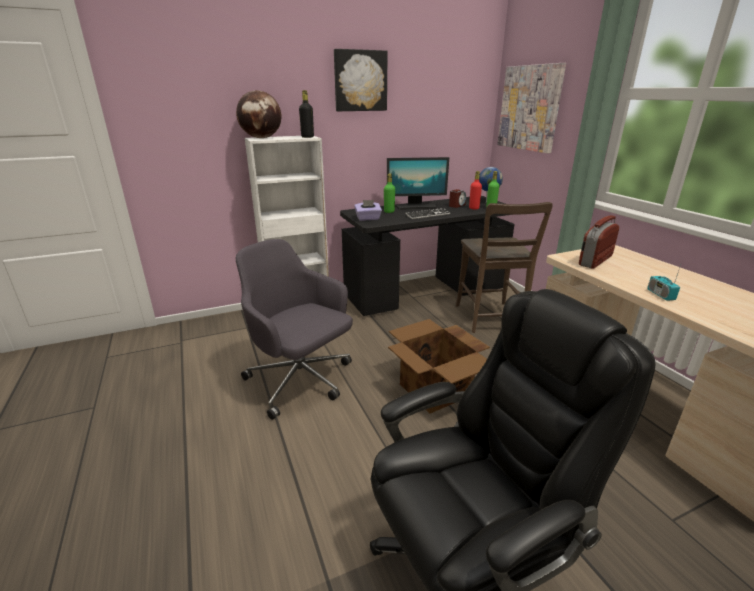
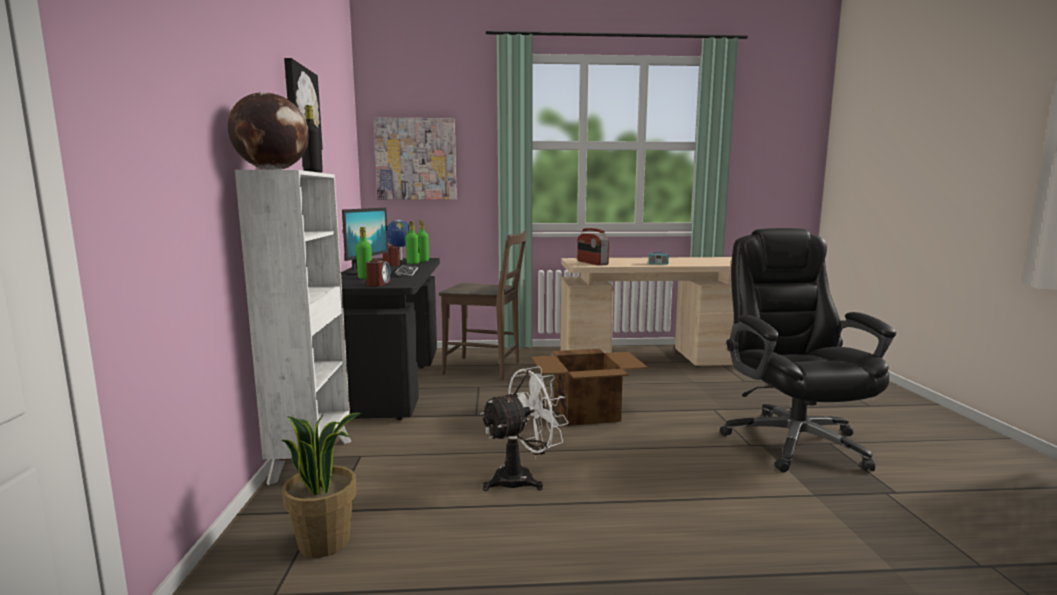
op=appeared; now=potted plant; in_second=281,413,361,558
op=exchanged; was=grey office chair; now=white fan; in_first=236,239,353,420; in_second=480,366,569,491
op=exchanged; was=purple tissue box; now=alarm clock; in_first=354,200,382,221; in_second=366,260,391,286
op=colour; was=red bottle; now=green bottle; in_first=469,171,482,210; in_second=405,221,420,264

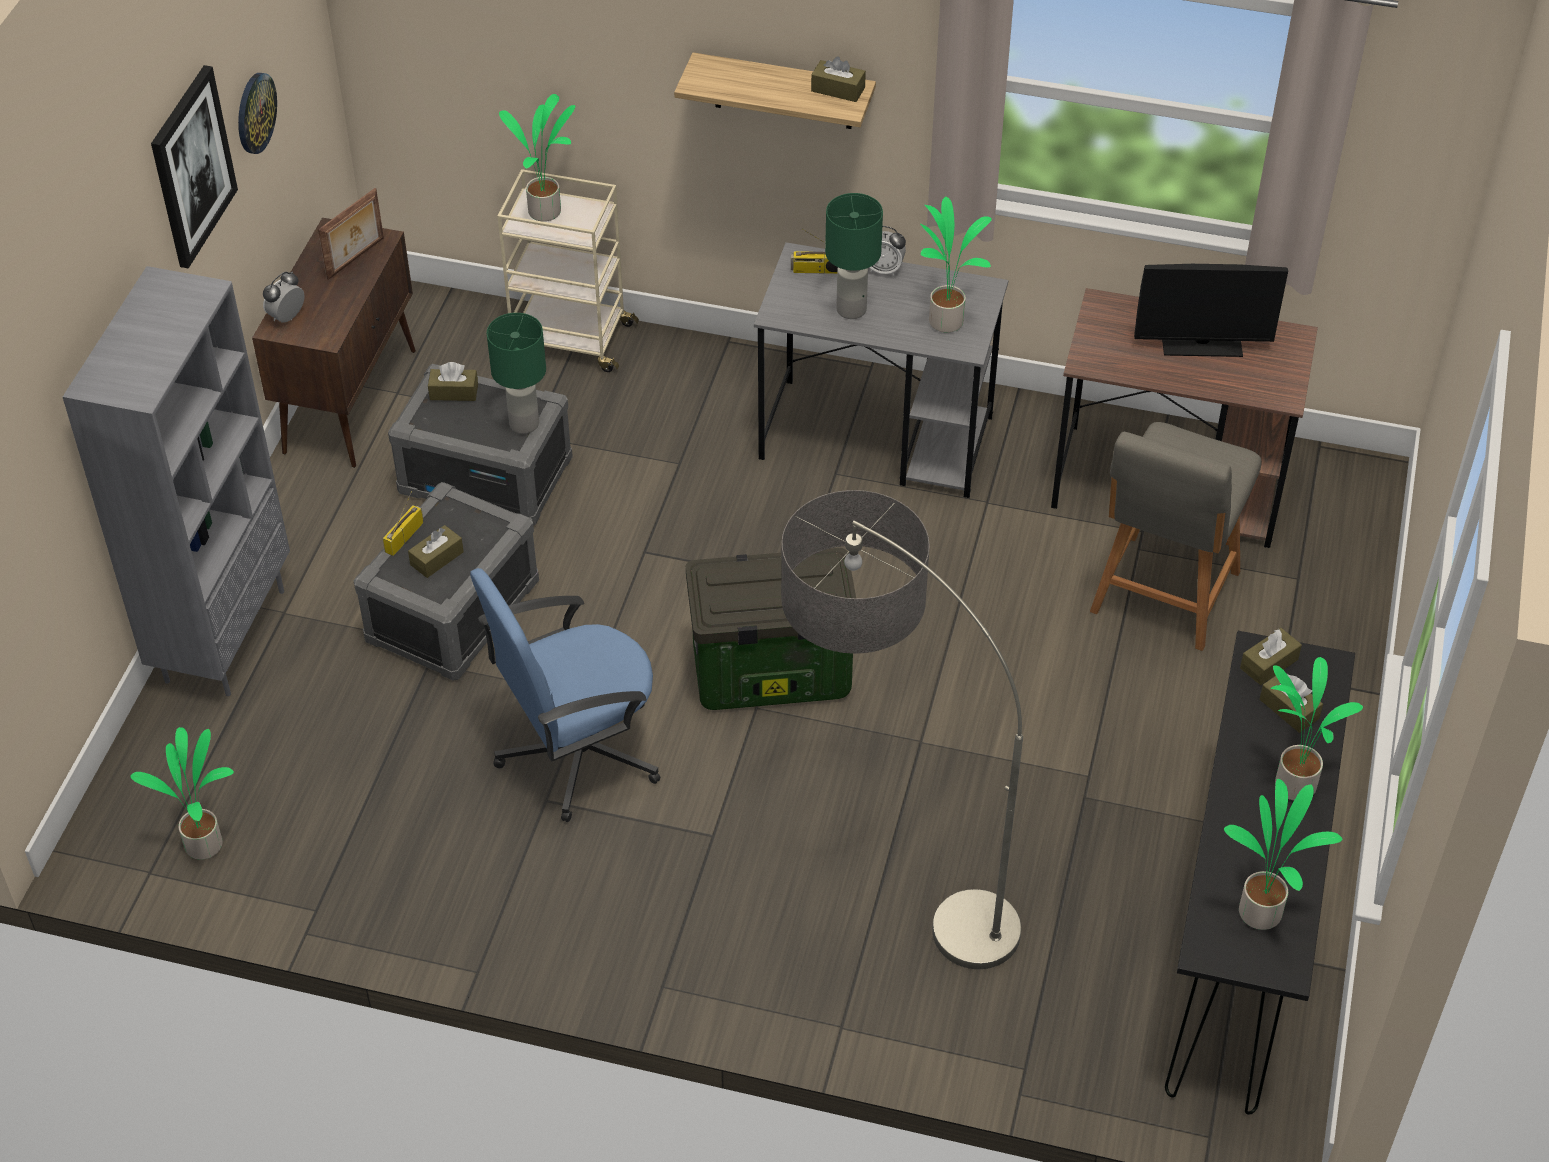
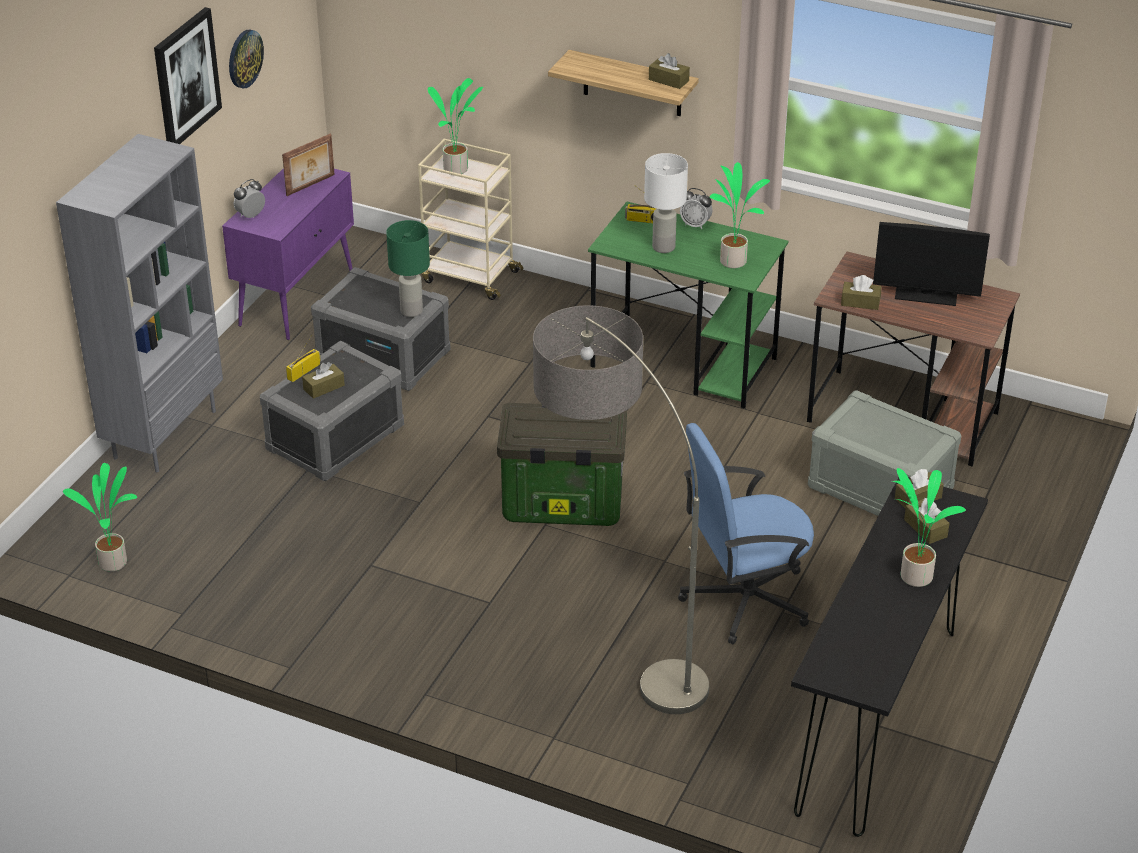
op=missing; was=potted plant; in_first=1224,779,1343,930
op=relocated; was=brown tissue box; in_first=428,362,478,401; in_second=841,275,881,310
op=relocated; was=blue office chair; in_first=470,568,660,822; in_second=678,423,814,644
op=exchanged; was=grey chair; now=grey storage box; in_first=1090,422,1262,651; in_second=808,390,961,516
op=colour; was=brown cabinet; now=purple cabinet; in_first=252,218,416,468; in_second=222,168,354,340
op=colour; was=grey desk; now=green desk; in_first=754,242,1008,498; in_second=588,202,788,409
op=colour; was=green table lamp; now=white table lamp; in_first=825,193,883,319; in_second=644,153,688,253

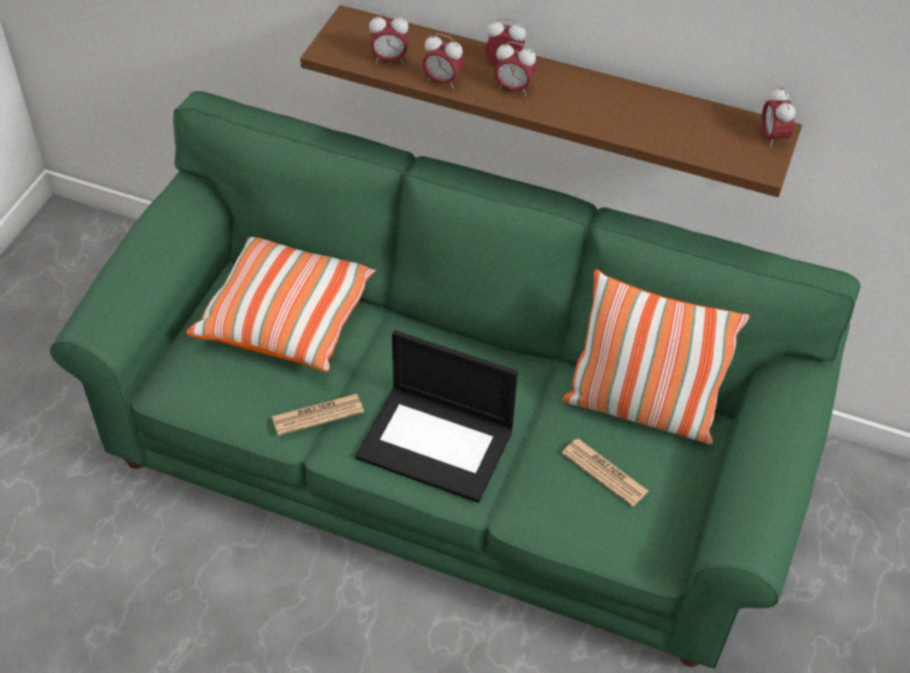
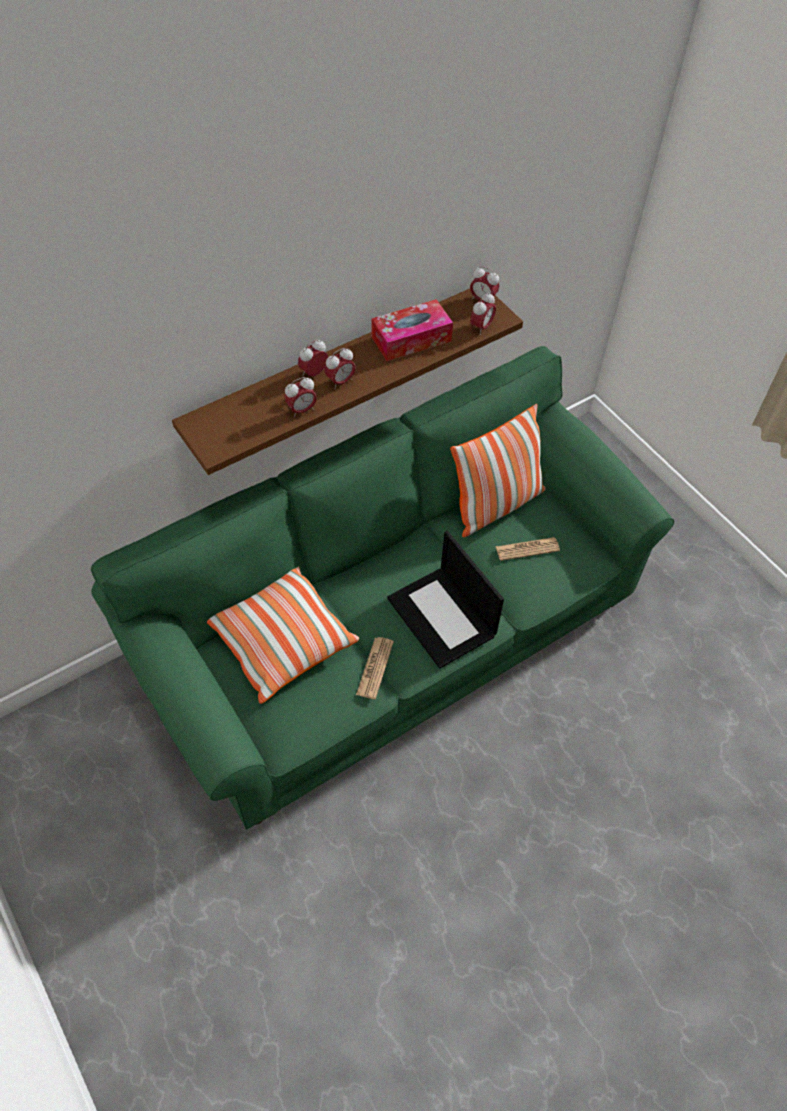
op=appeared; now=tissue box; in_second=372,299,453,361
op=relocated; was=alarm clock; in_first=369,13,409,64; in_second=470,292,496,335
op=spun; was=laptop; in_first=356,330,518,503; in_second=387,531,504,669; clockwise=90

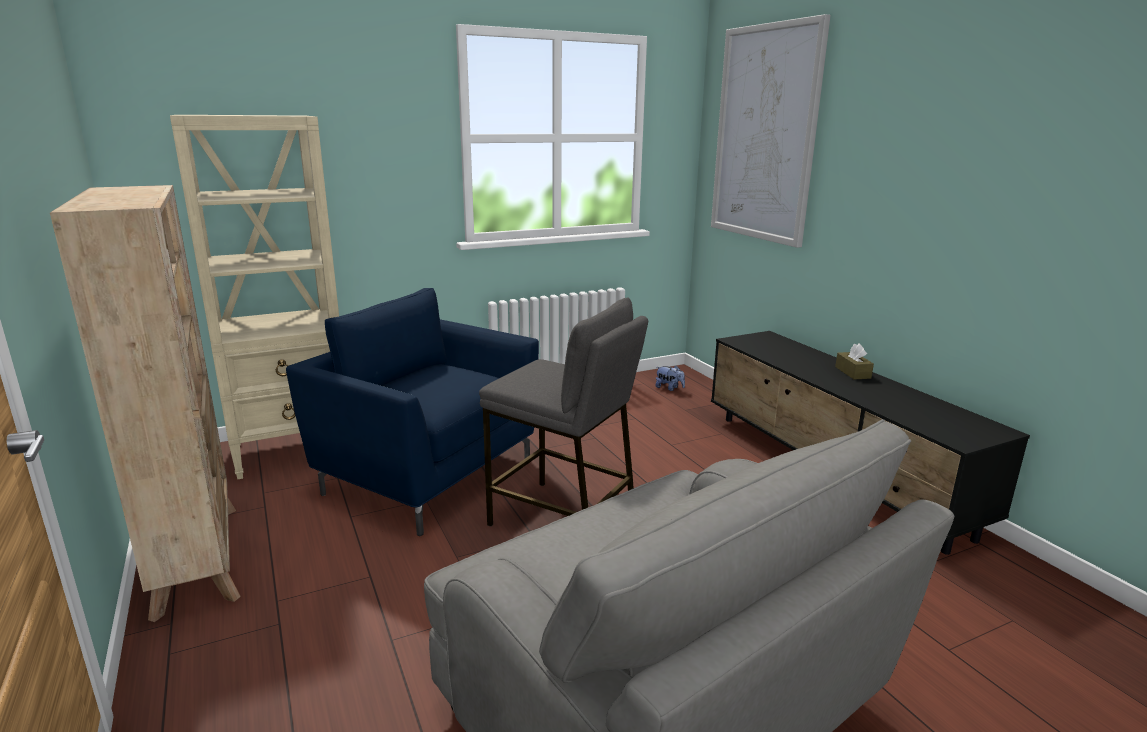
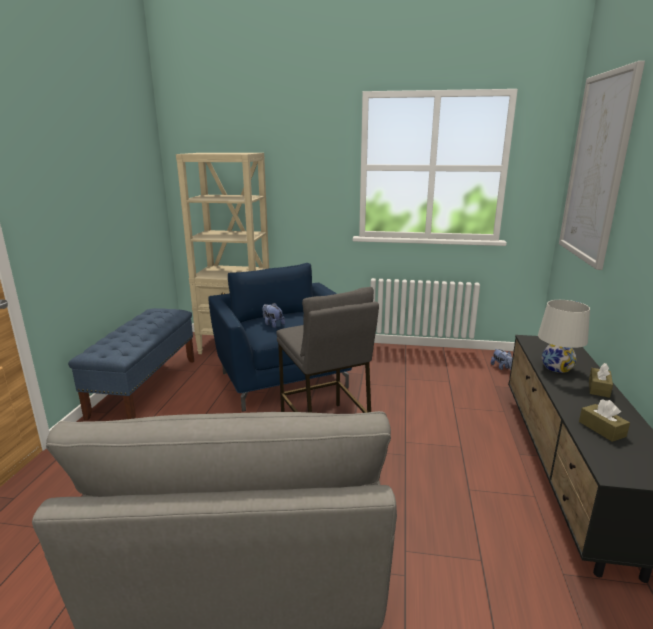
op=appeared; now=plush toy; in_second=262,303,285,328
op=appeared; now=white table lamp; in_second=538,300,590,373
op=appeared; now=brown tissue box; in_second=579,400,630,442
op=exchanged; was=beige bookcase; now=blue bench; in_first=50,185,241,622; in_second=68,308,194,421

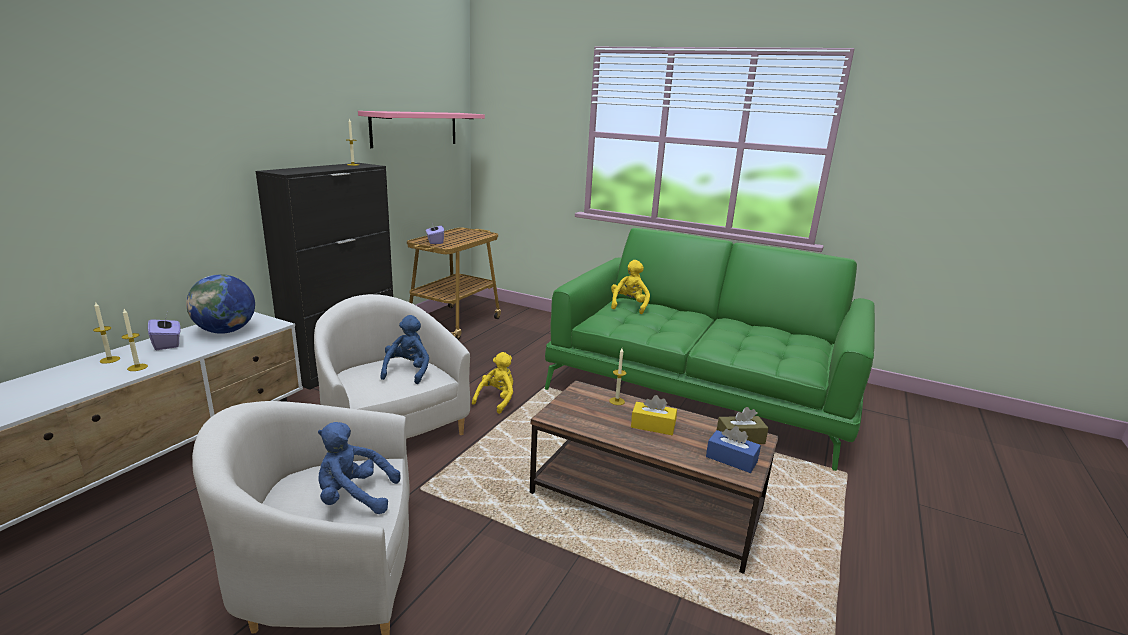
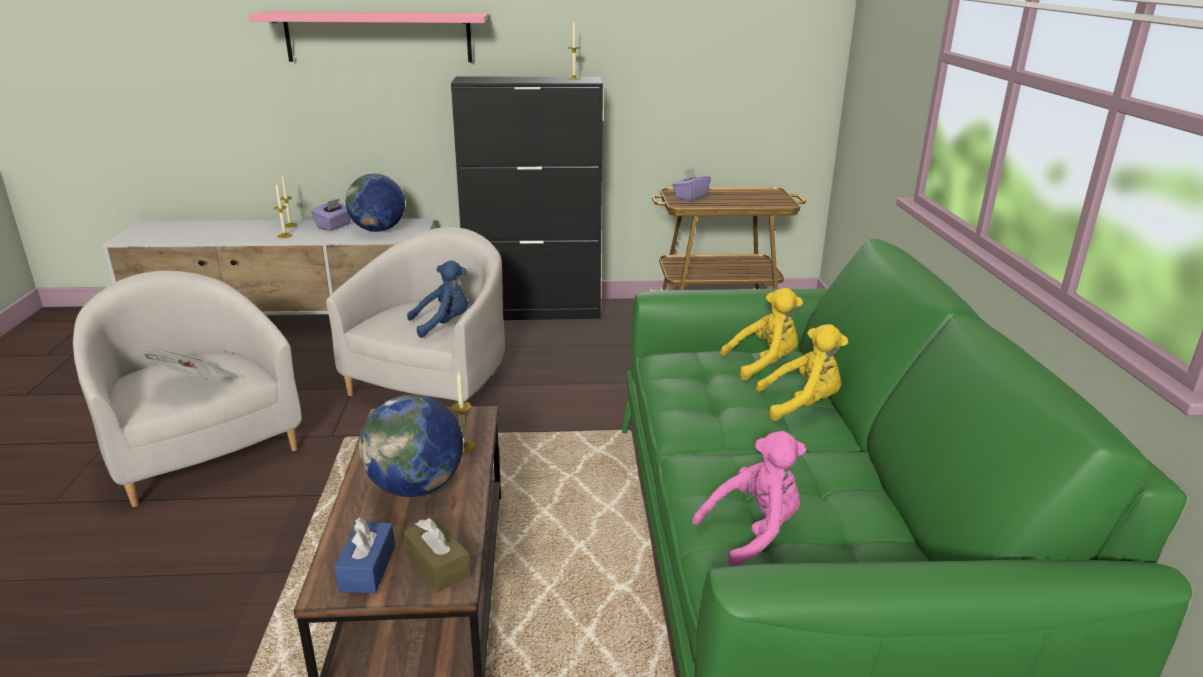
op=appeared; now=pink plush toy; in_second=692,431,806,566
op=relocated; was=pink shelf; in_first=358,111,485,148; in_second=249,11,488,62
op=relocated; was=yellow plush toy; in_first=472,352,513,414; in_second=756,324,848,421
op=exchanged; was=blue plush toy; now=newspaper; in_first=318,422,401,514; in_second=139,350,242,380
op=exchanged; was=yellow tissue box; now=globe; in_first=631,395,677,435; in_second=359,395,463,497

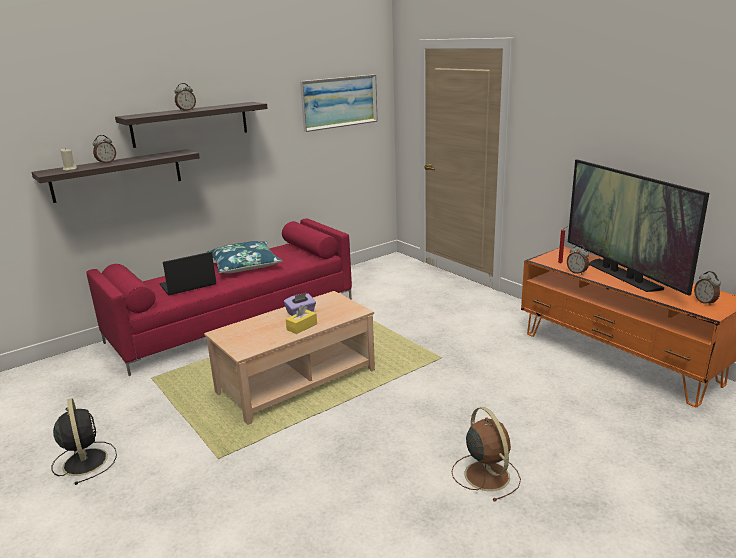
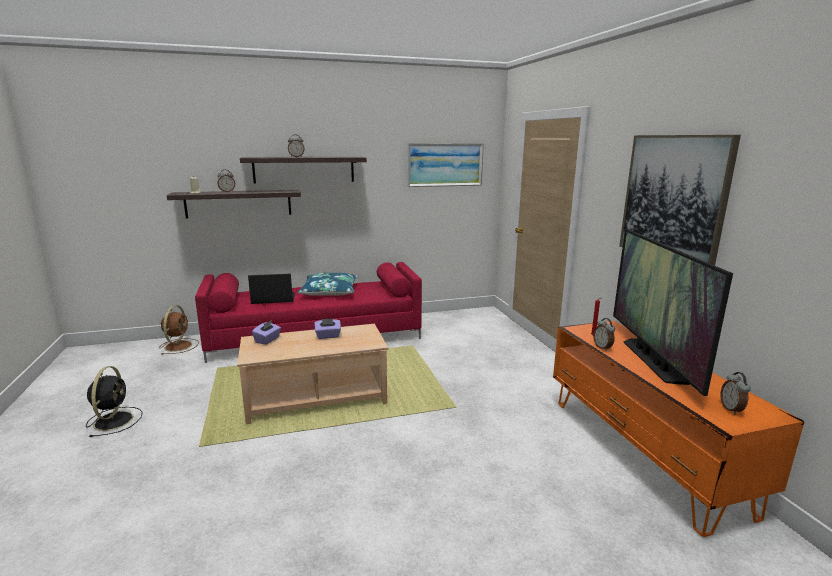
op=missing; was=yellow tissue box; in_first=286,305,317,334
op=appeared; now=purple tissue box; in_second=252,320,281,345
op=appeared; now=picture; in_second=619,135,741,265
op=relocated; was=brown fan; in_first=452,407,521,502; in_second=159,305,199,355

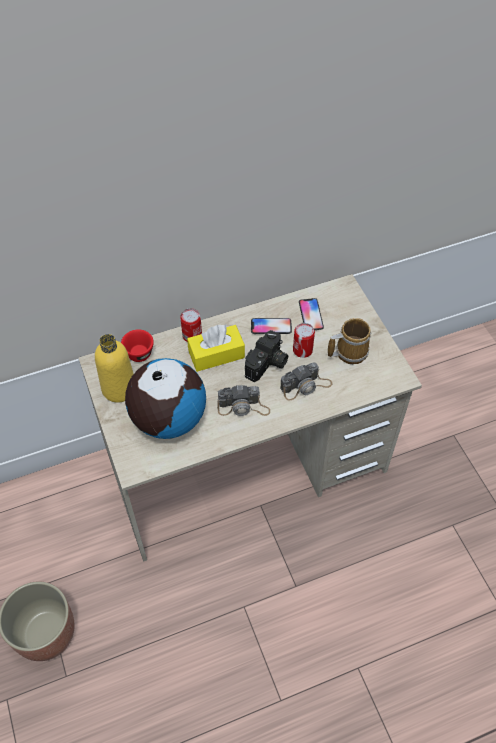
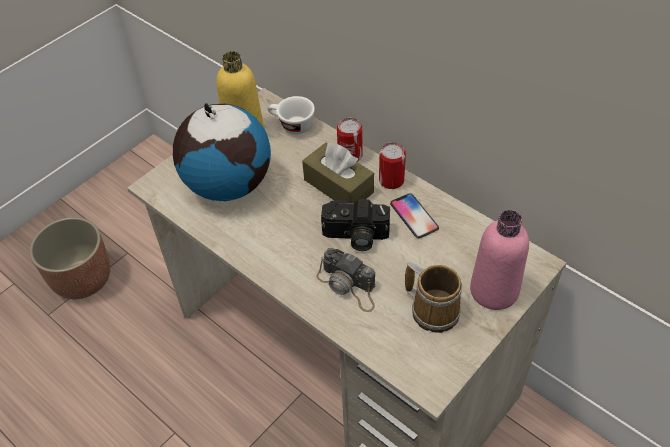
op=missing; was=photo camera; in_first=217,385,270,416
op=missing; was=phone; in_first=299,298,324,330
op=appeared; now=pink bottle; in_second=470,210,529,310
op=relocated; was=can; in_first=293,323,315,358; in_second=379,142,406,189
op=colour; was=red cup; now=white cup; in_first=121,329,154,362; in_second=268,96,315,134
op=colour; was=yellow tissue box; now=brown tissue box; in_first=187,324,245,372; in_second=302,143,374,204

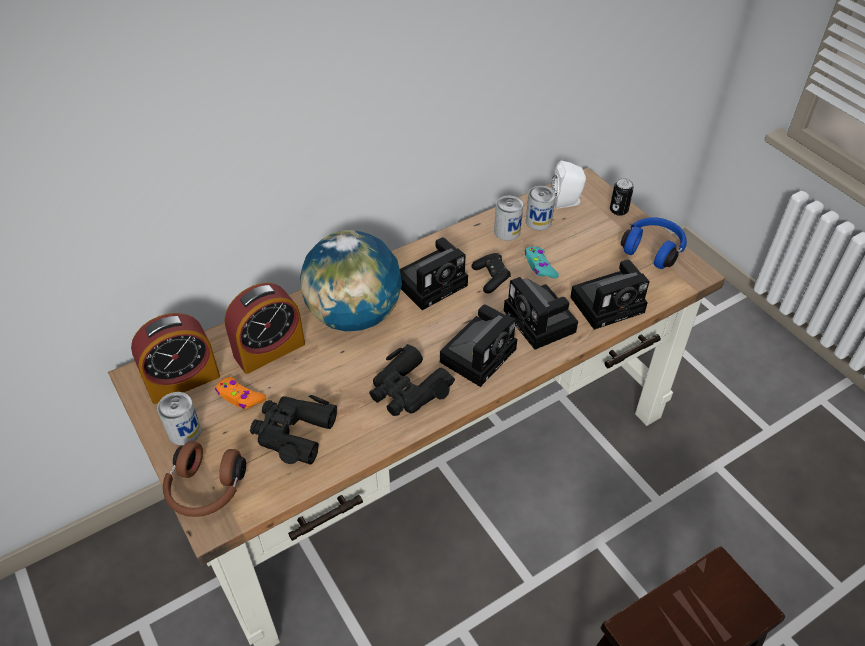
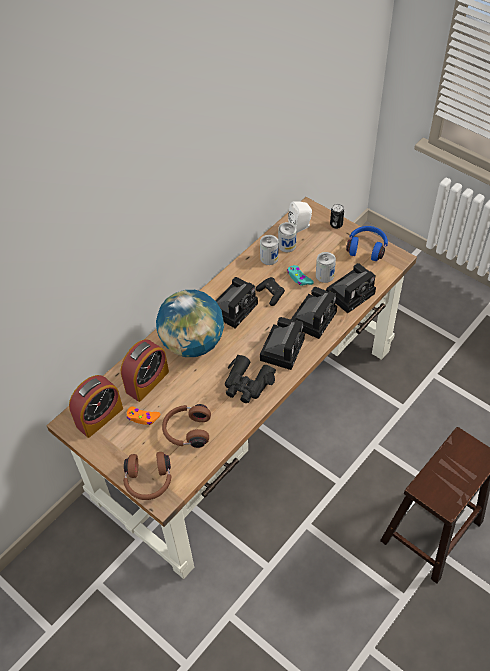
op=relocated; was=can; in_first=157,392,201,445; in_second=316,252,336,283
op=exchanged; was=black binoculars; now=brown headphones; in_first=250,395,337,464; in_second=162,404,211,448
op=spun; was=photo camera; in_first=504,277,578,350; in_second=291,287,337,339; clockwise=-105

